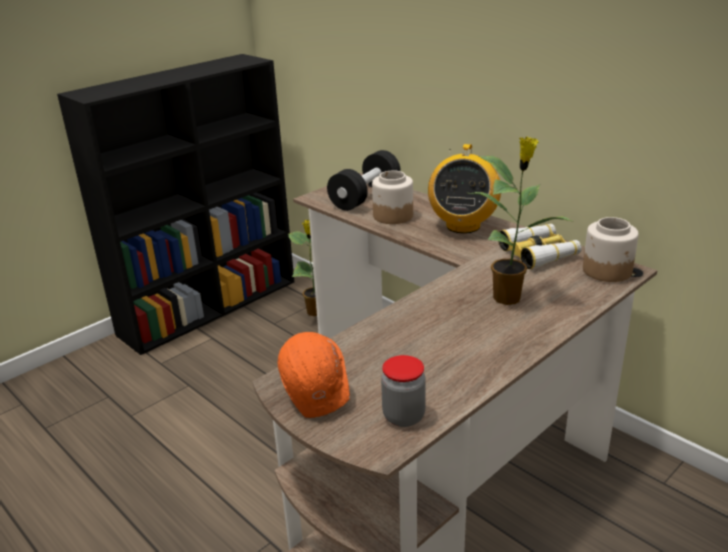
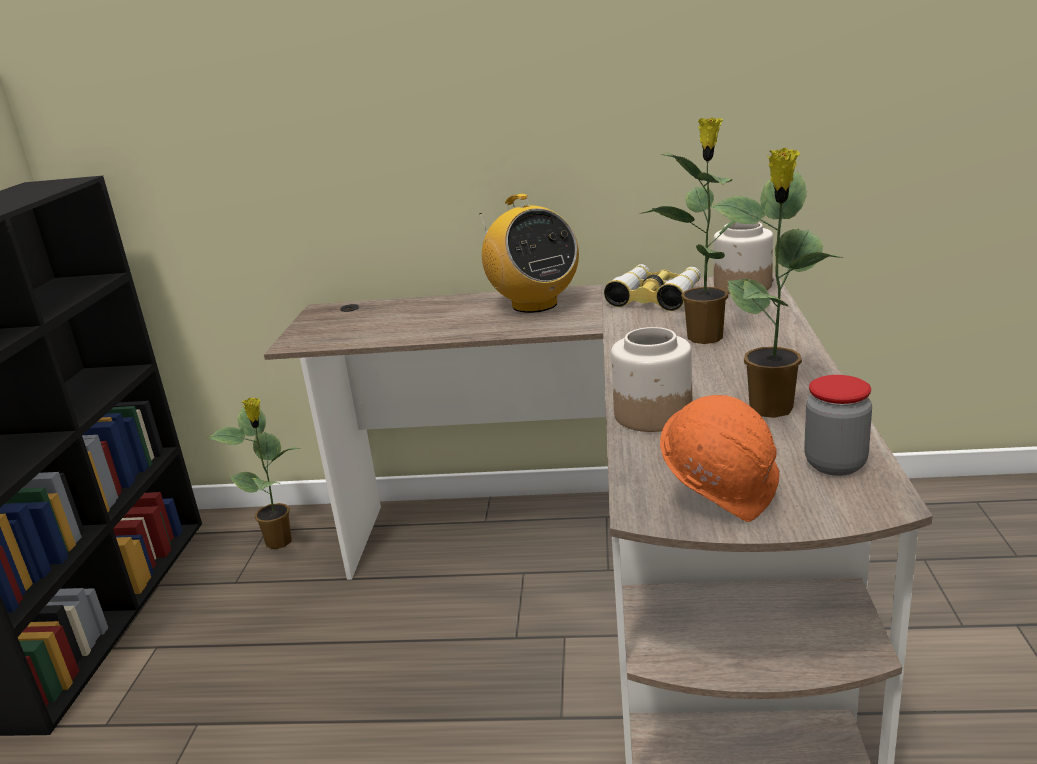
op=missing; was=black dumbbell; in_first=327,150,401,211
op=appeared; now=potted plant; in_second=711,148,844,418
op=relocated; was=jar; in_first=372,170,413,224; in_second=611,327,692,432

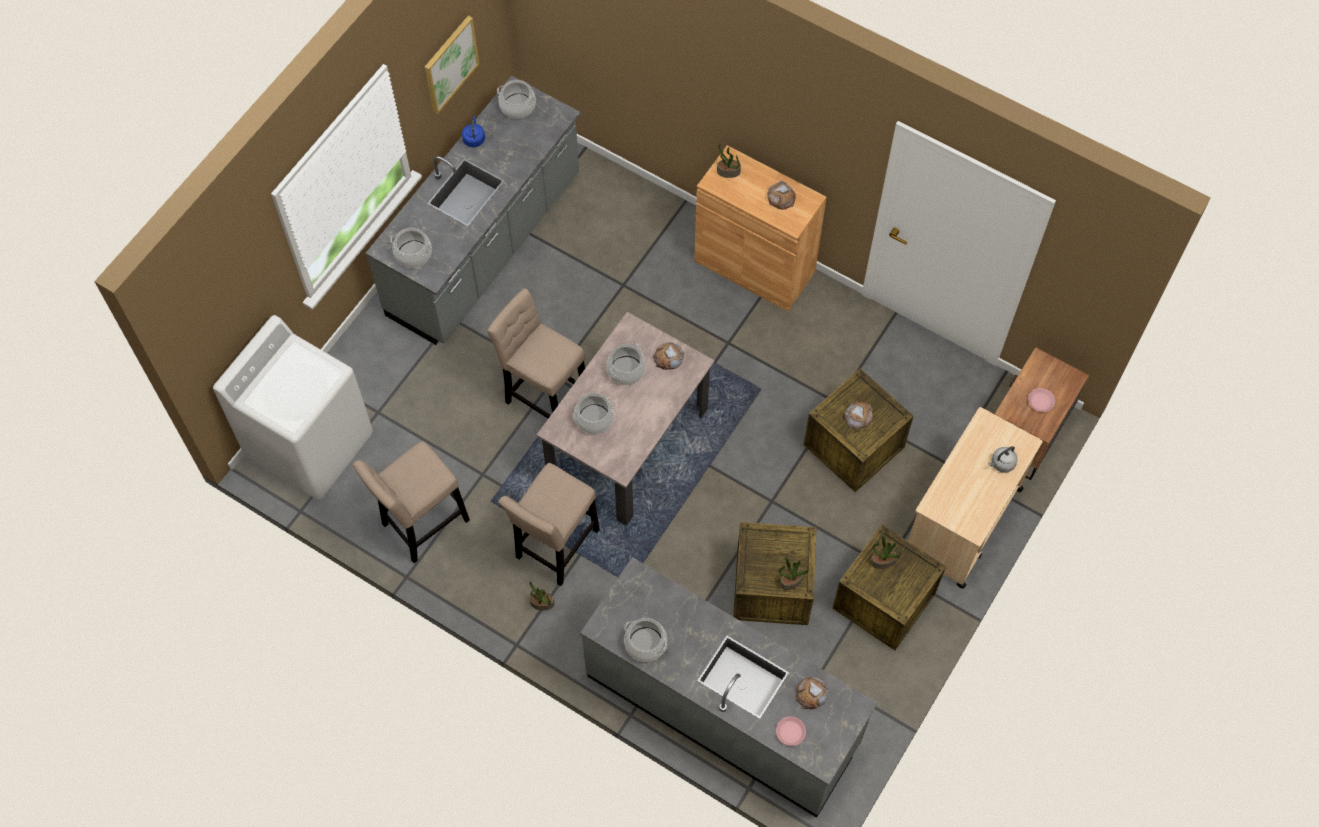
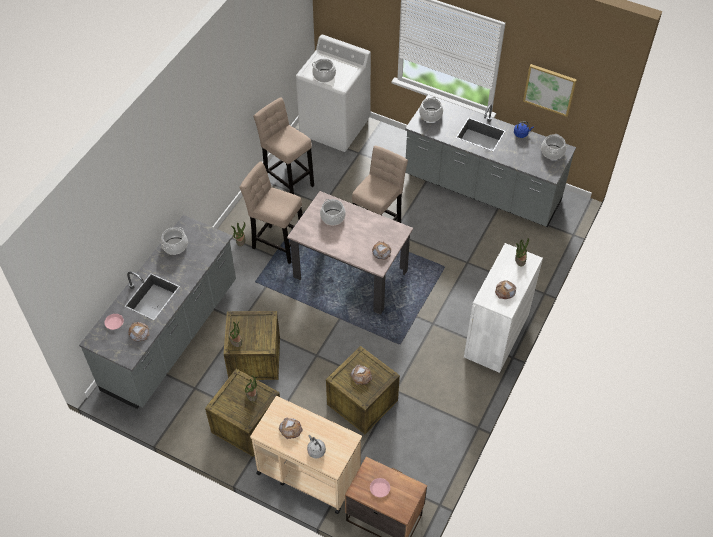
op=appeared; now=bread; in_second=279,417,303,439
op=relocated; was=cooking pot; in_first=606,343,646,385; in_second=312,58,336,82
op=colour; was=brown cabinet; now=white cabinet; in_first=694,145,827,312; in_second=464,243,543,373

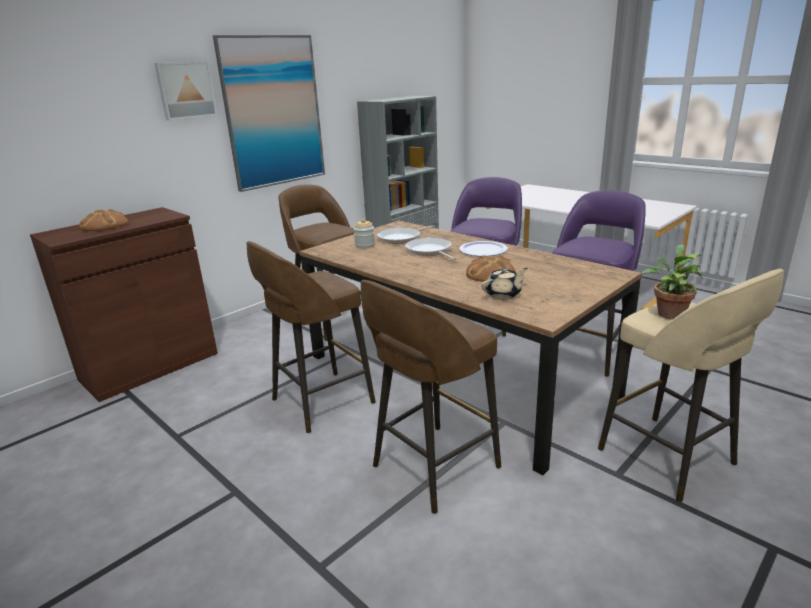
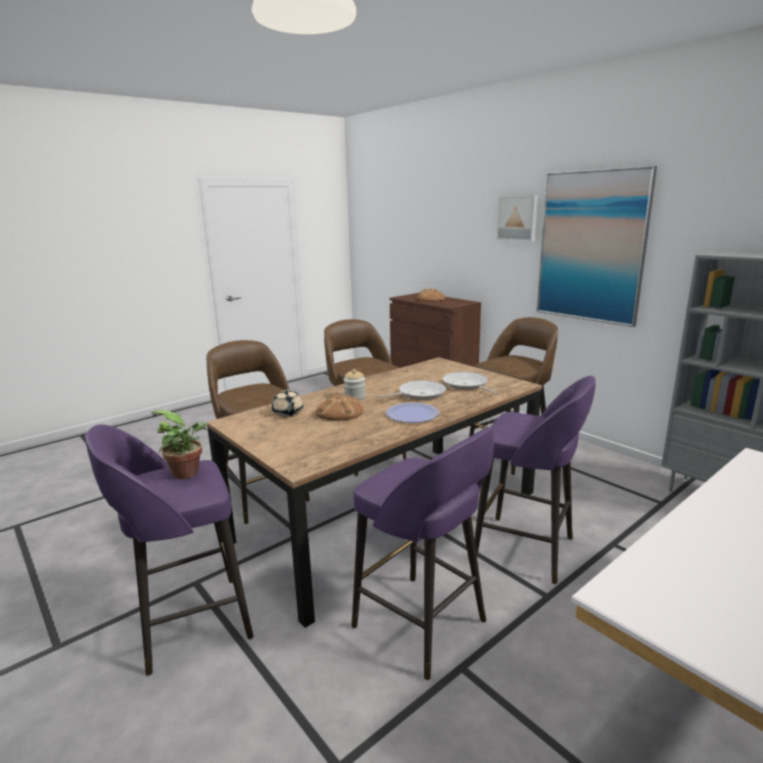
op=relocated; was=jar; in_first=354,219,375,249; in_second=343,369,366,400
op=colour; was=beige stool; now=purple stool; in_first=598,269,784,502; in_second=85,424,254,676

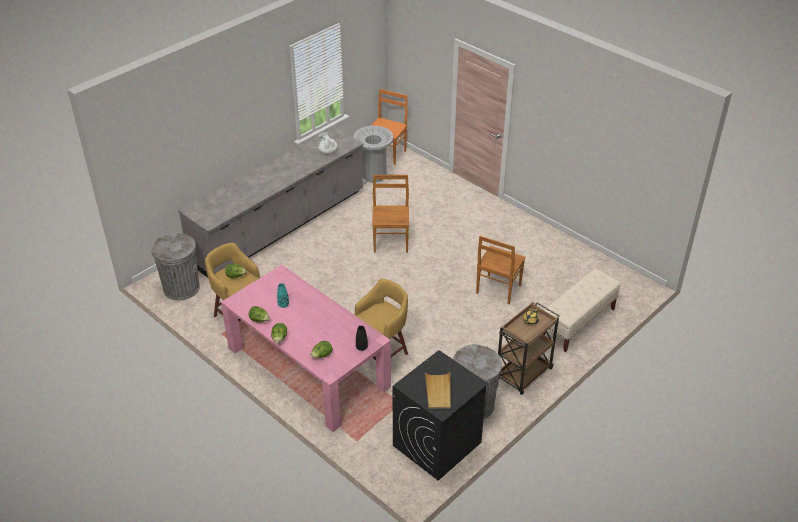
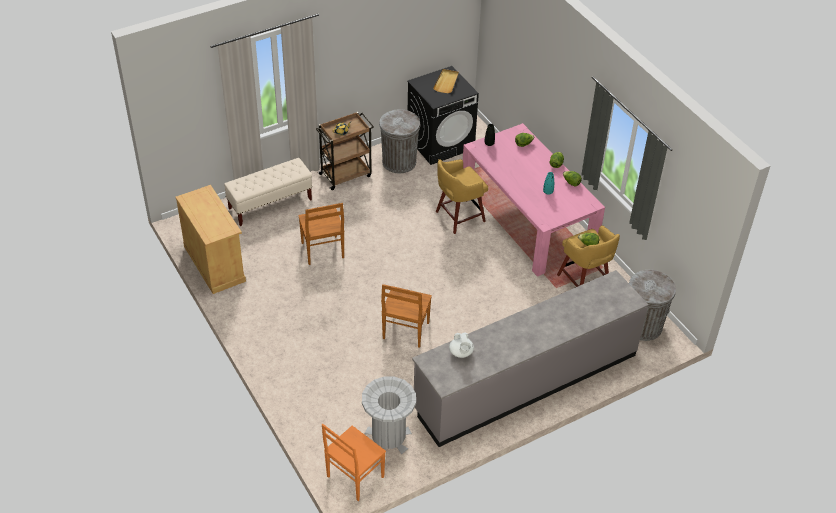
op=appeared; now=beige cabinet; in_second=175,185,246,294
op=spun; was=brown chair; in_first=476,236,526,304; in_second=298,203,345,265; clockwise=120

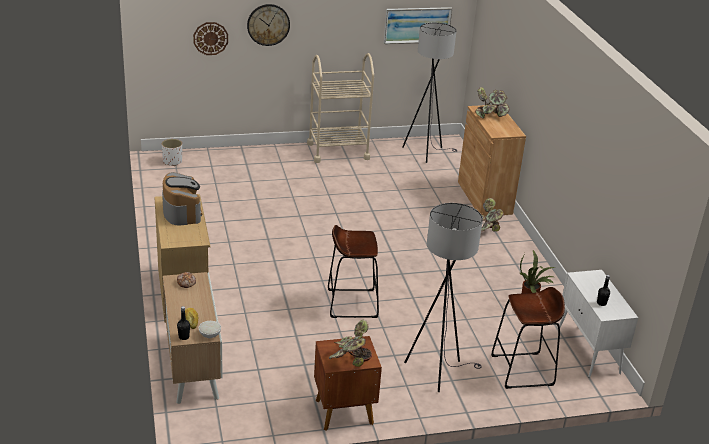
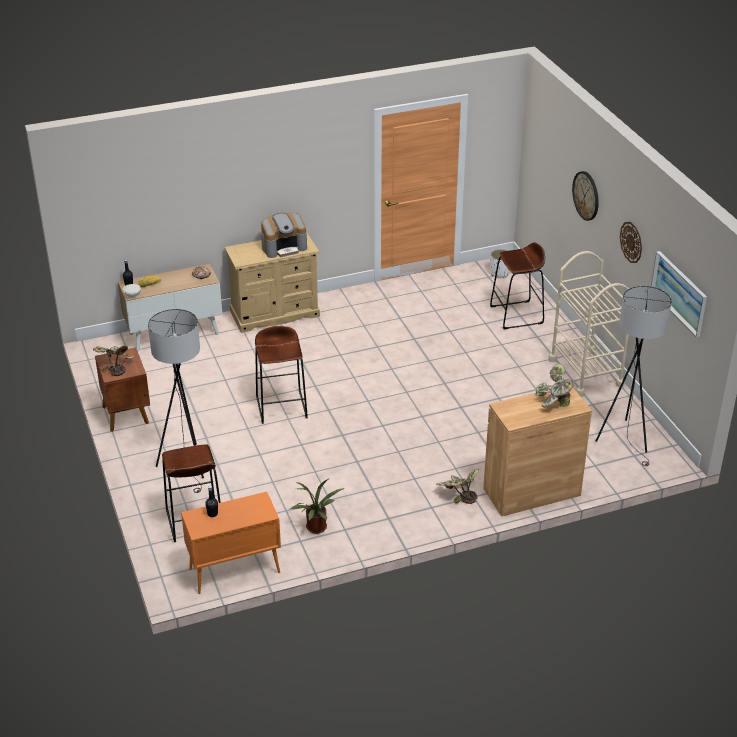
op=appeared; now=brown stool; in_second=490,242,545,329
op=relocated; was=wall clock; in_first=193,22,228,55; in_second=620,222,642,263
op=colour; was=white cabinet; now=orange cabinet; in_first=559,270,638,378; in_second=181,492,281,594

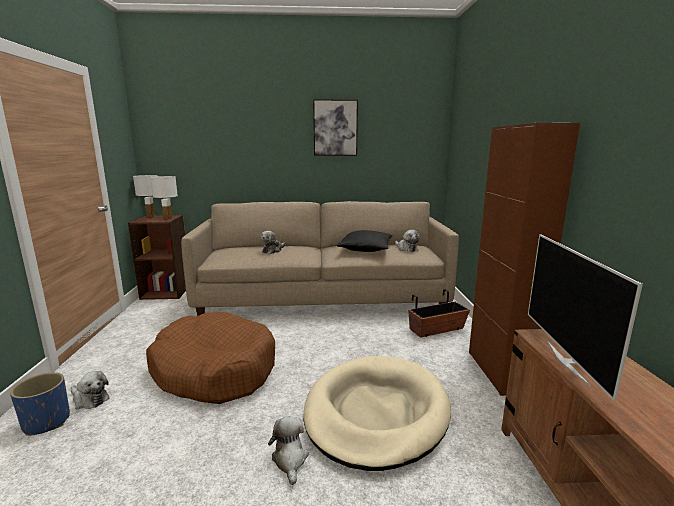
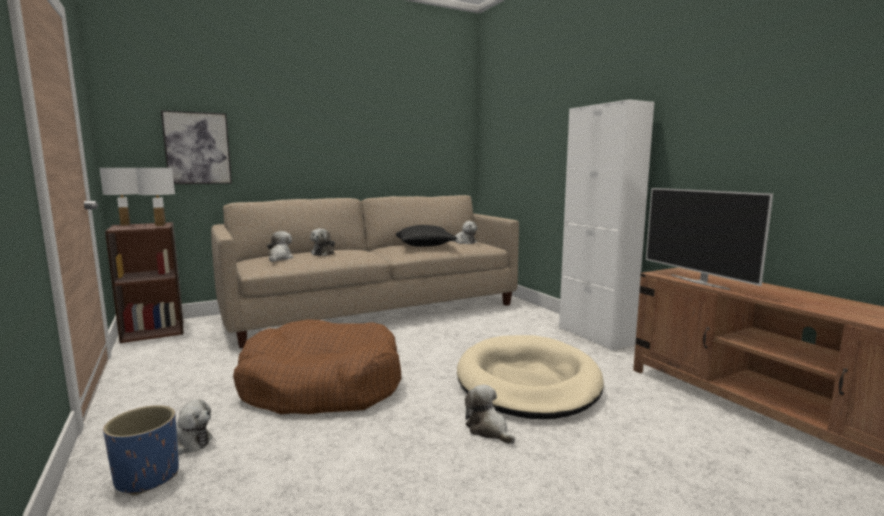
op=missing; was=planter; in_first=408,289,470,337
op=appeared; now=plush toy; in_second=267,231,293,262
op=relocated; was=picture; in_first=313,99,358,156; in_second=161,110,232,184
op=colour; was=brown cabinet; now=white cabinet; in_first=469,123,580,396; in_second=559,99,654,350

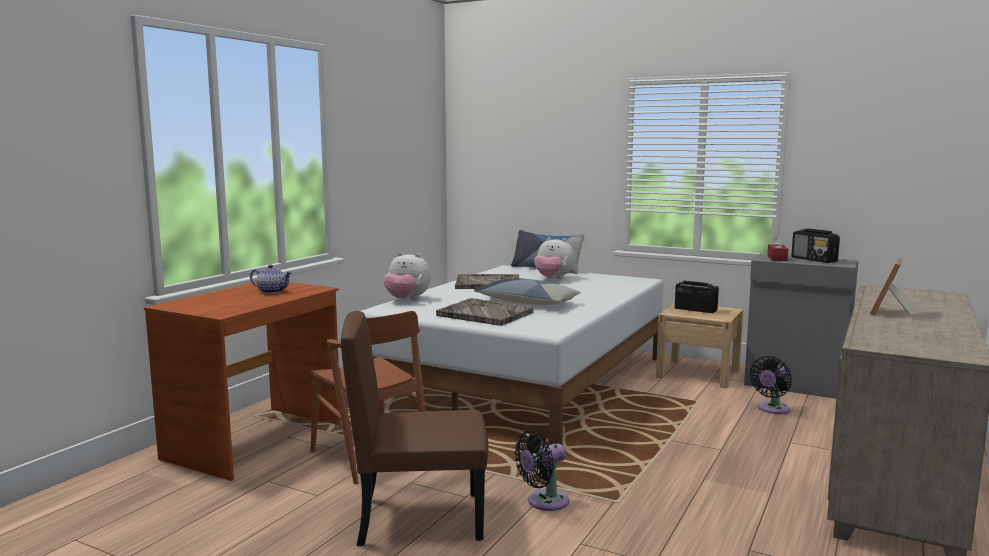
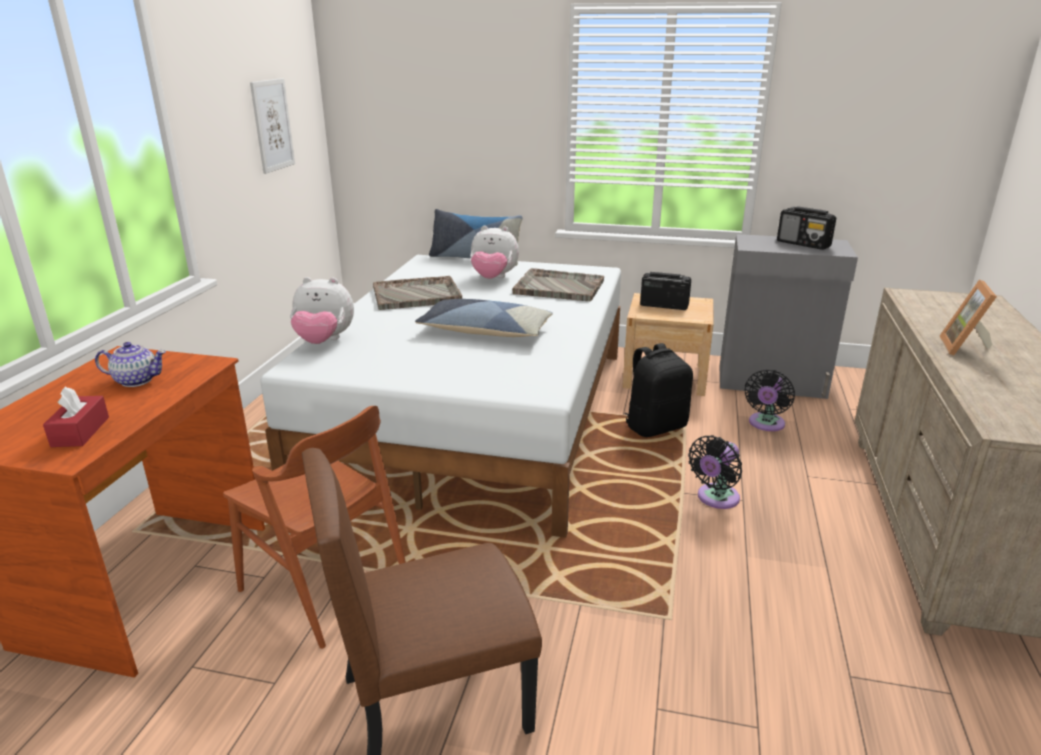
op=appeared; now=picture; in_second=250,78,295,174
op=appeared; now=black backpack; in_second=624,343,693,437
op=relocated; was=grey tray; in_first=436,298,534,326; in_second=512,268,604,301
op=relocated; was=black fan; in_first=515,431,569,511; in_second=688,435,742,509
op=relocated; was=red tissue box; in_first=767,235,788,261; in_second=43,386,109,447

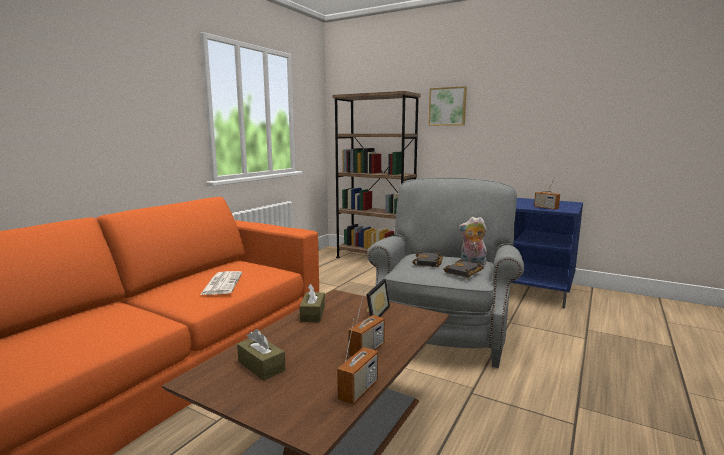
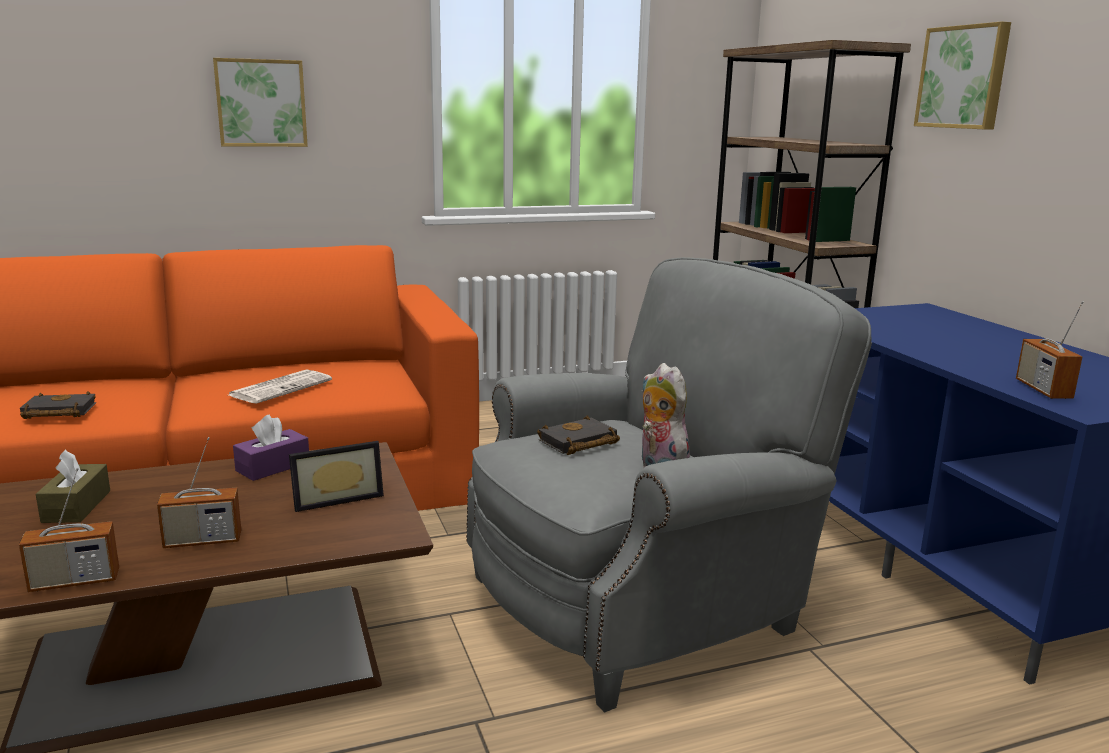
op=appeared; now=picture; in_second=213,58,308,147
op=relocated; was=black book; in_first=443,259,484,278; in_second=20,391,96,419
op=colour; was=brown tissue box; now=purple tissue box; in_first=299,284,325,322; in_second=233,415,309,481

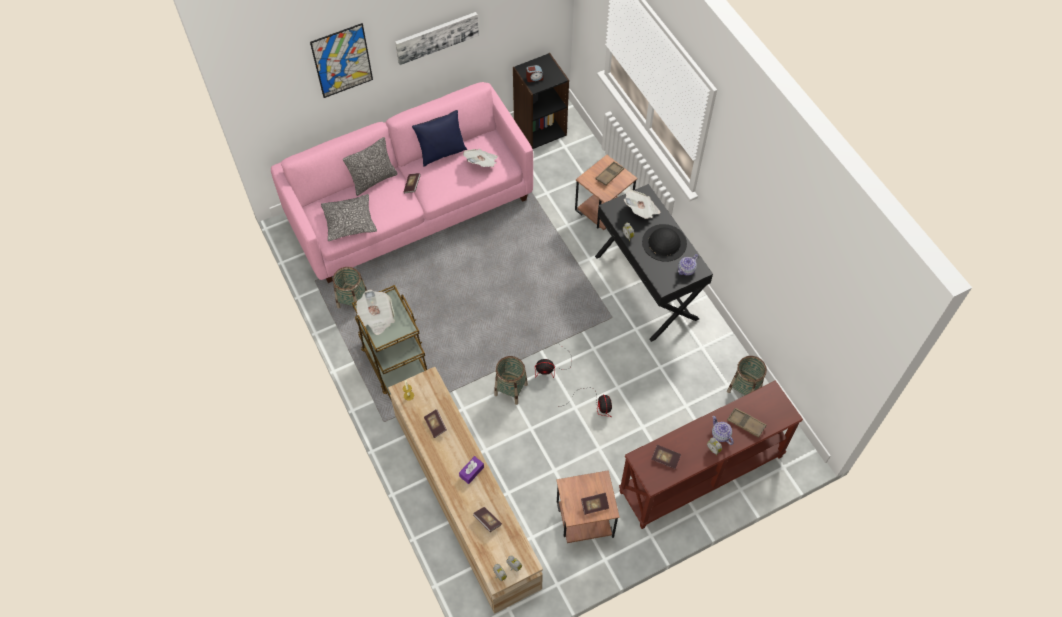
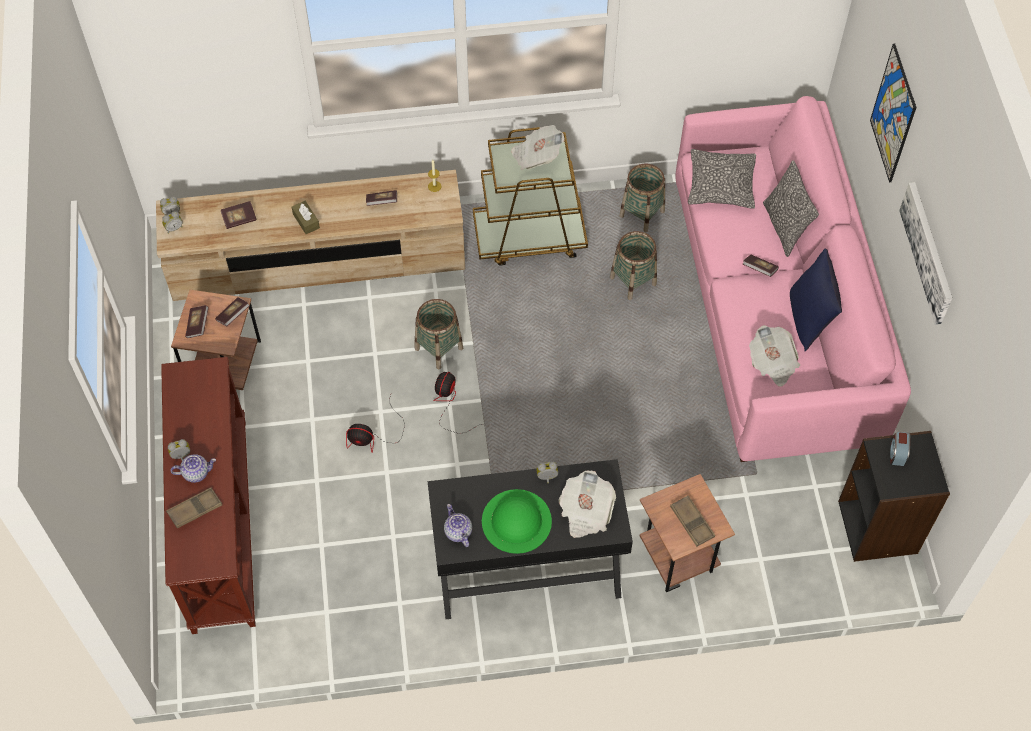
op=relocated; was=book; in_first=651,445,681,469; in_second=215,297,250,326
op=relocated; was=basket; in_first=727,356,767,395; in_second=610,231,657,300
op=colour; was=purple tissue box; now=brown tissue box; in_first=459,456,484,484; in_second=292,201,320,234
op=colour; was=black hat; now=green hat; in_first=642,224,687,262; in_second=482,489,552,554

